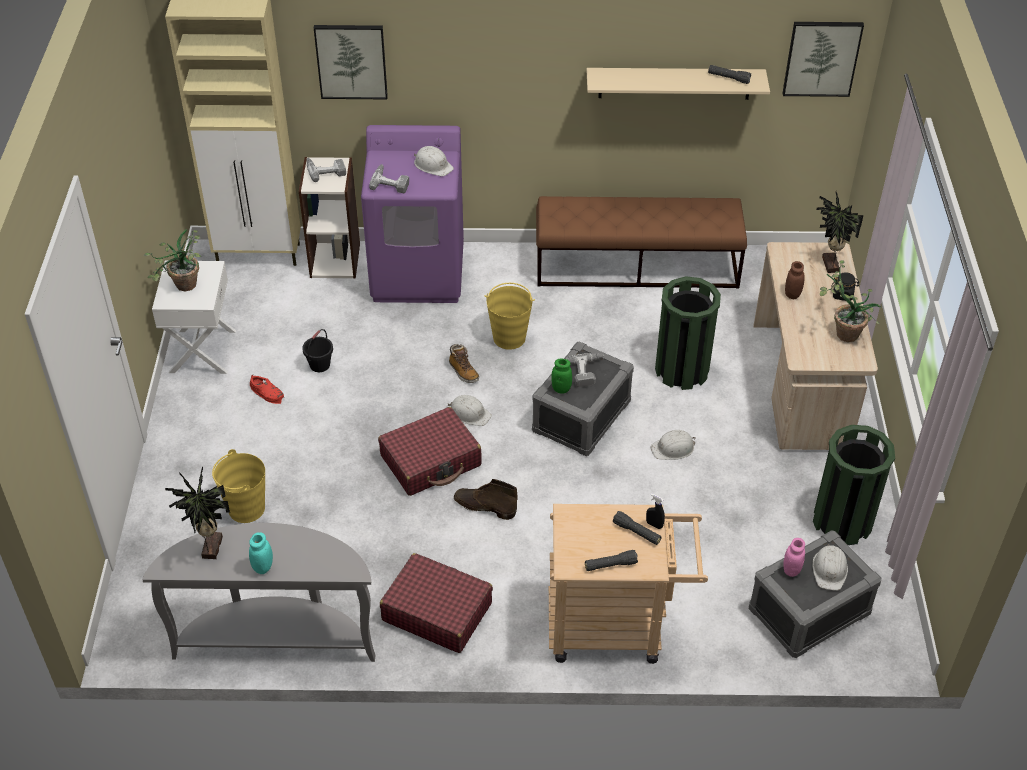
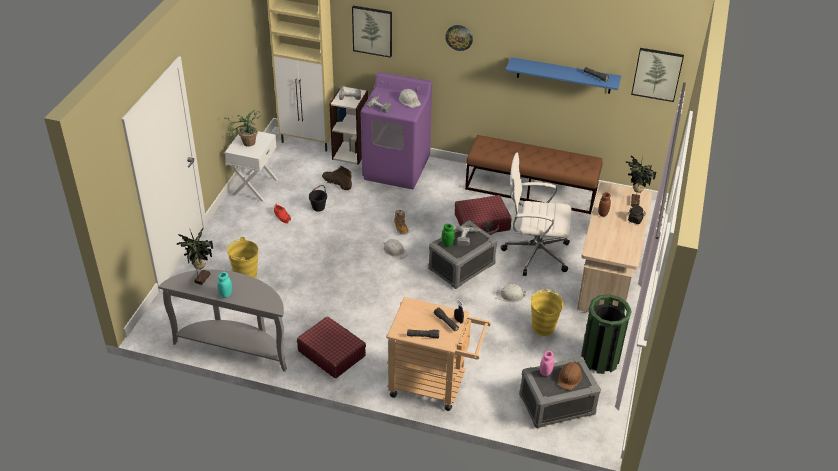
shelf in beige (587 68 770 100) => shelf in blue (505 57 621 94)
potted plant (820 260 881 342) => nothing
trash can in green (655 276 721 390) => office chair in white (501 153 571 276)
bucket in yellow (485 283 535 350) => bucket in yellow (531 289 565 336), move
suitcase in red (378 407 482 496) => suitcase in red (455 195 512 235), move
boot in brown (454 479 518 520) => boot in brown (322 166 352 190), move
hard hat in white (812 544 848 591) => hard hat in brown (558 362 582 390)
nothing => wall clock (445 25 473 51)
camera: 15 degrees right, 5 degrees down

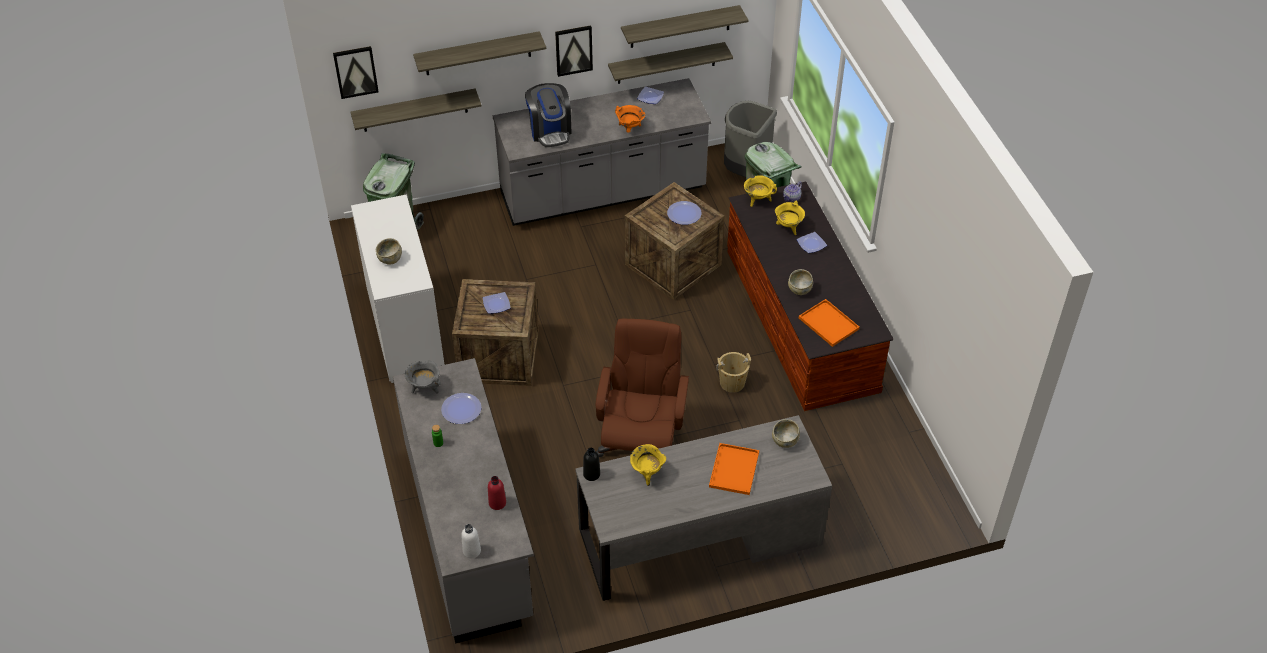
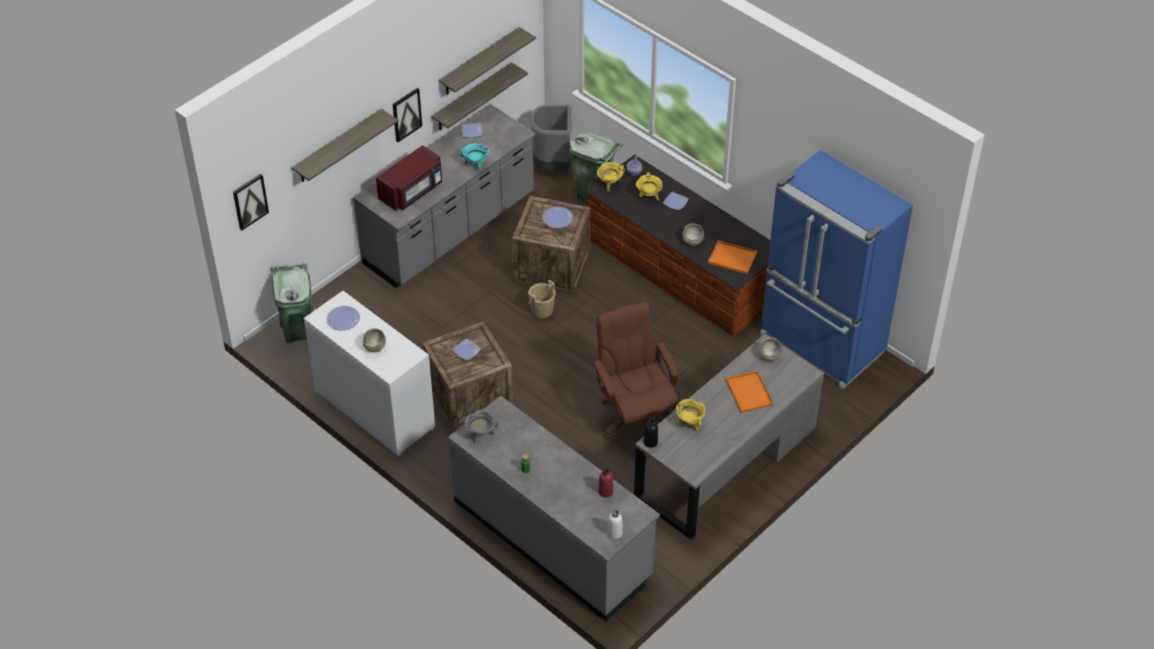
coffee machine (525 83 572 147) => microwave in red (376 145 442 211)
shelf (350 88 481 132) => nothing
cooking pot in orange (615 105 645 132) => cooking pot in turquoise (460 143 489 168)
bucket in beige (716 352 751 393) => bucket in beige (528 280 555 318), move
plate (441 393 482 424) => plate (326 306 360 331), move
nothing => fridge in blue (760 150 913 390)
camera: 30 degrees left, 0 degrees up

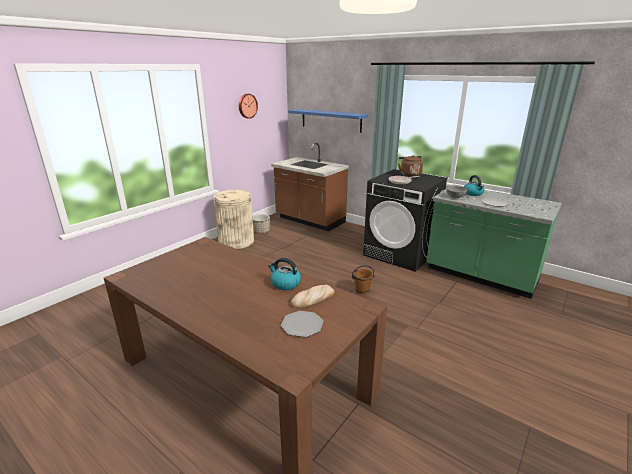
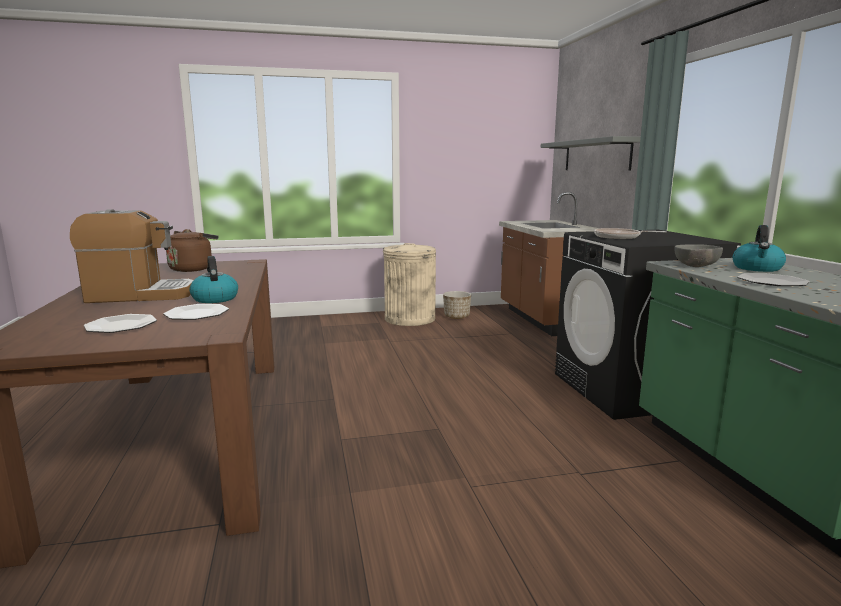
wall clock (239 94 258 119) => nothing
shelf in blue (288 109 368 133) => shelf in grey (540 136 641 171)
kettle in brown (398 155 423 177) => kettle in brown (166 229 218 272), move
bucket in brown (352 265 375 294) => nothing
bread (291 285 334 308) => plate (163 304 229 320)
nothing => coffee machine (70 209 194 303)
camera: 40 degrees right, 10 degrees down

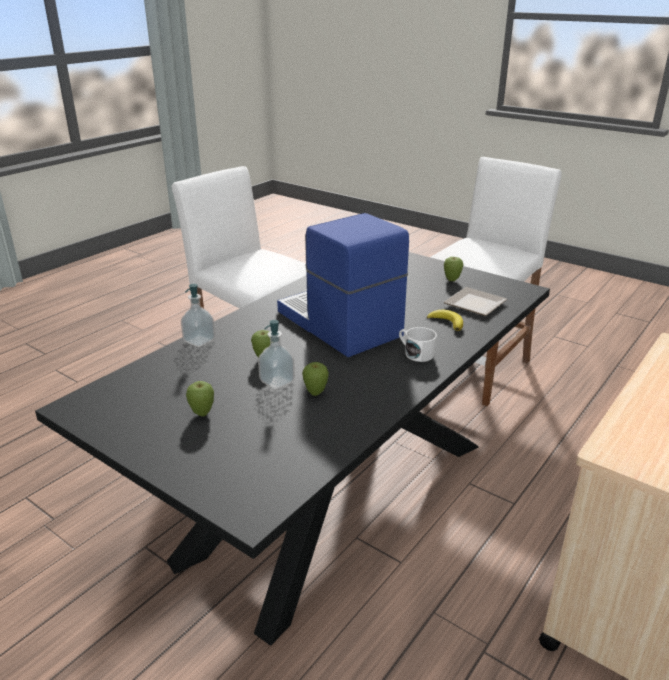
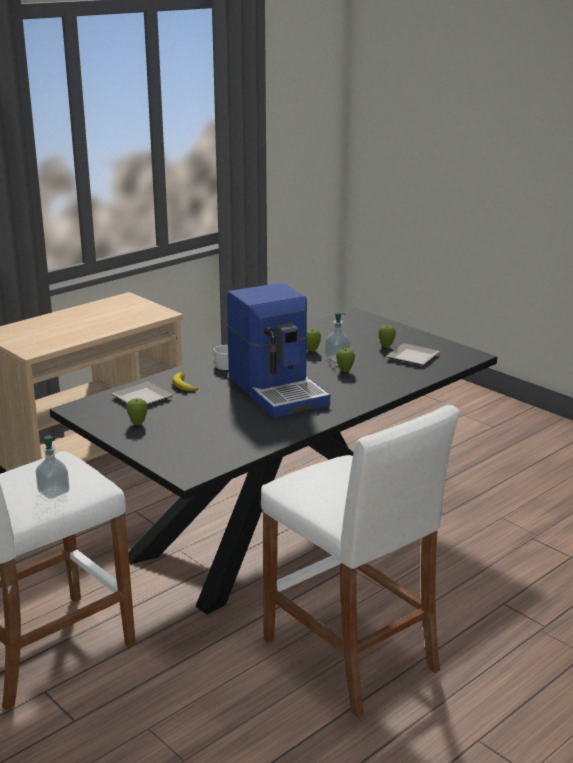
soap dispenser (181 284 215 347) => soap dispenser (36 436 69 499), move
nothing => plate (386 343 440 365)
camera: 170 degrees left, 5 degrees down

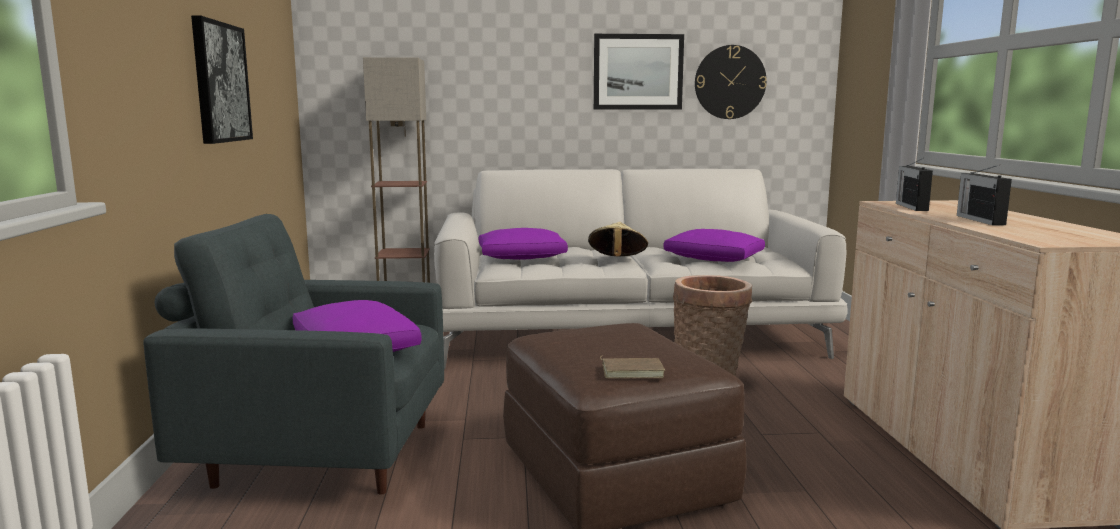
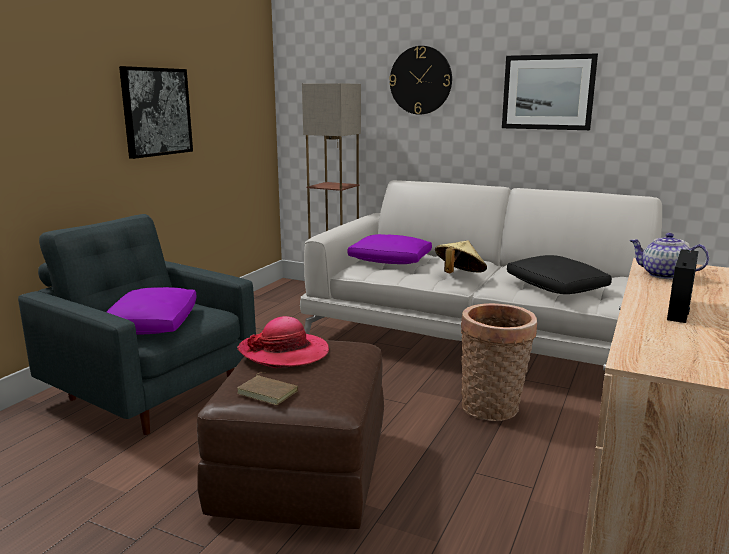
wall clock (695 45 767 119) => wall clock (389 46 452 115), move
radio (896 158 933 211) => teapot (629 233 709 279)
pillow in purple (663 229 765 262) => pillow in black (507 255 612 294)
nothing => hat (237 316 329 368)
camera: 30 degrees right, 5 degrees up

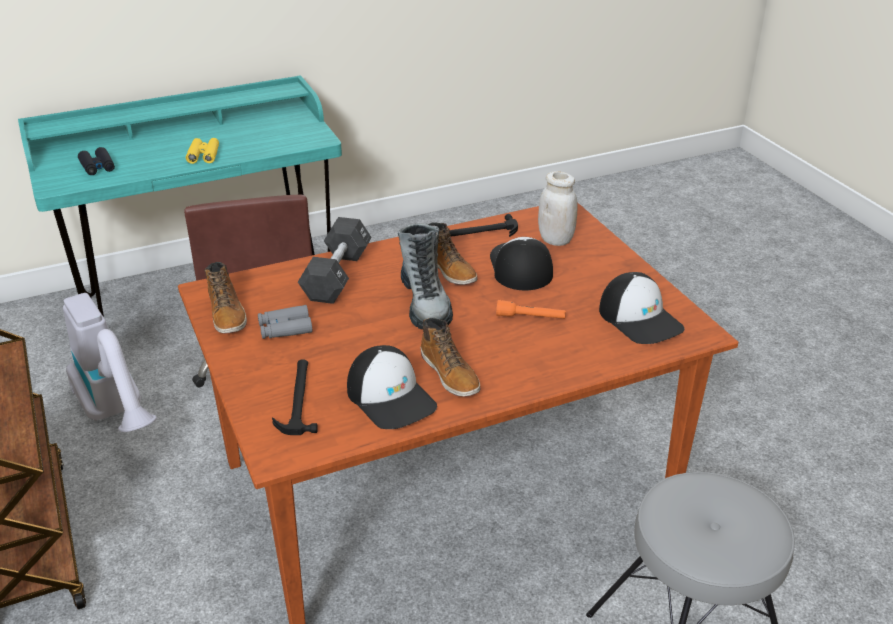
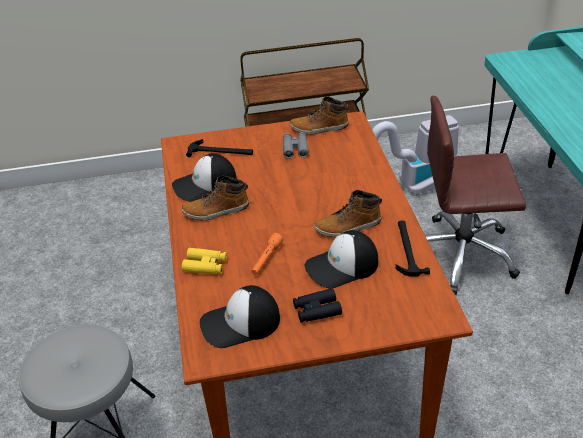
binoculars in yellow (186 138 219 164) => binoculars in yellow (182 248 227 274), move
binoculars in black (78 147 115 175) => binoculars in black (293 288 342 323), move
jar in white (538 171 577 246) => nothing
dumbbell in black (298 217 372 304) => nothing
boot (398 223 453 330) => nothing
cap (490 237 553 290) => cap (305 230 378 289), 150 degrees clockwise
camera: 105 degrees right, 5 degrees up

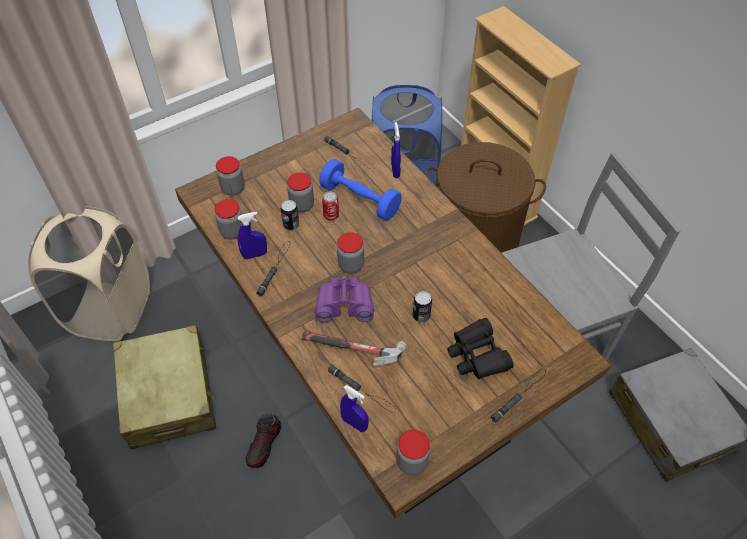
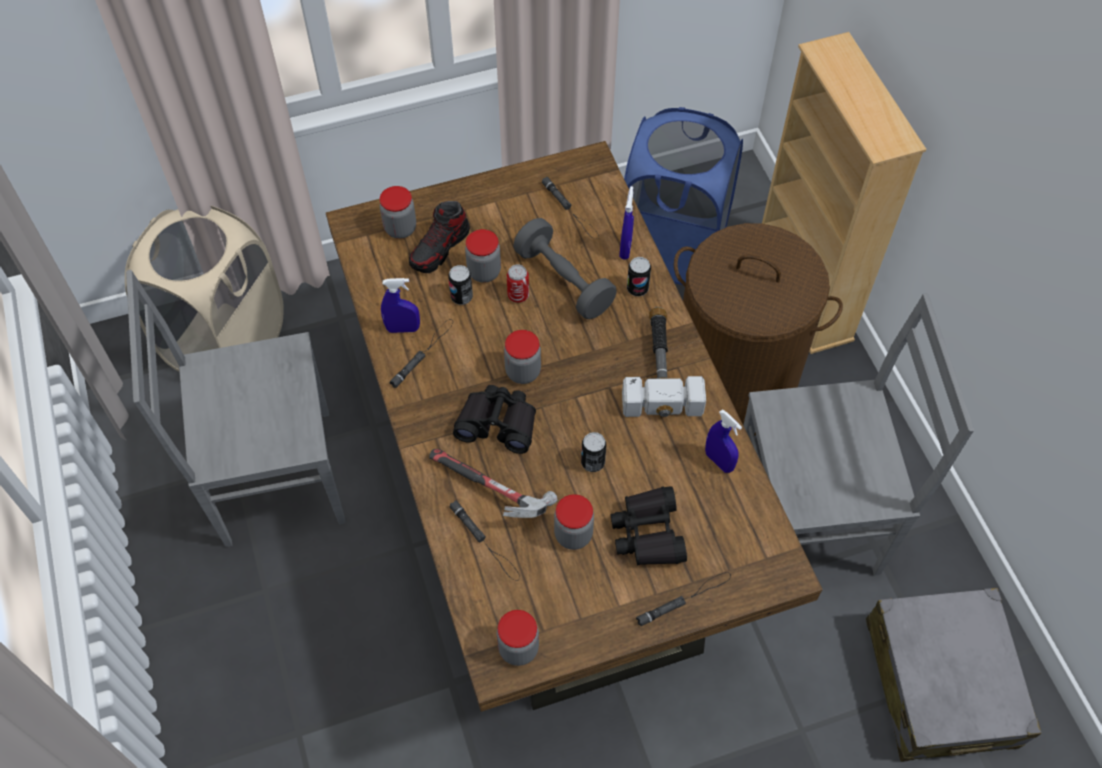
dumbbell in blue (319 159 402 221) => dumbbell in grey (513 218 617 319)
jar (214 199 242 240) => jar (554 494 594 550), move
binoculars in purple (314 276 374 323) => binoculars in black (453 385 536 454)
suitcase in beige (113 325 216 450) => chair in grey (126 270 346 547)
spray bottle in blue (340 385 369 432) => spray bottle in blue (705 409 742 473), move
shoe (246 413 281 468) => shoe (409 201 470 273), move
nothing => can (627 257 651 296)
nothing => hammer (622 307 706 417)
camera: 15 degrees right, 5 degrees up

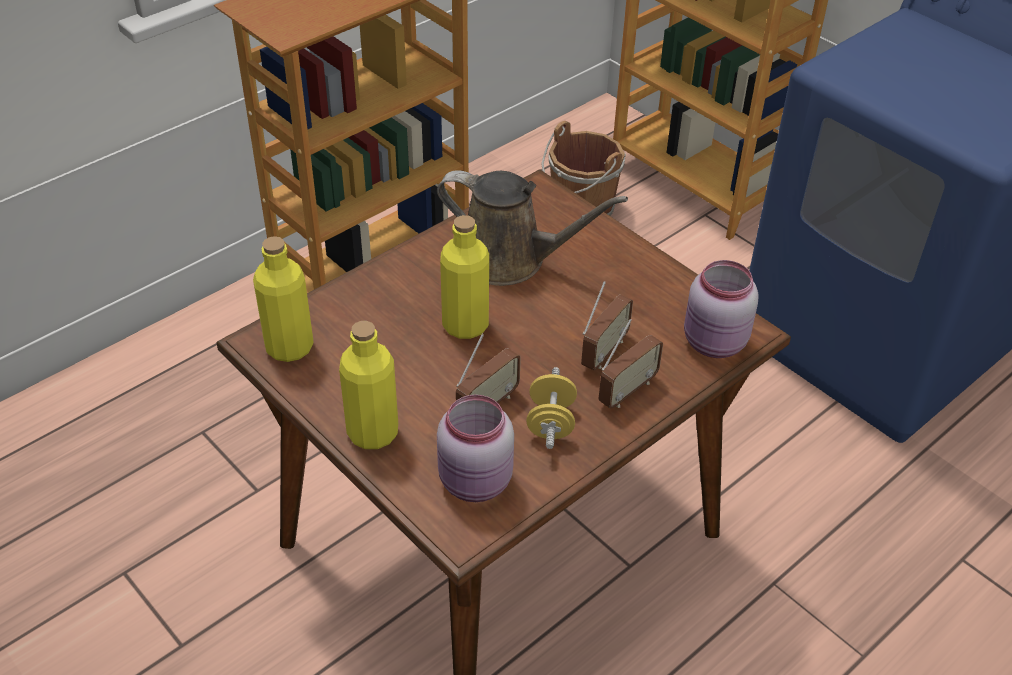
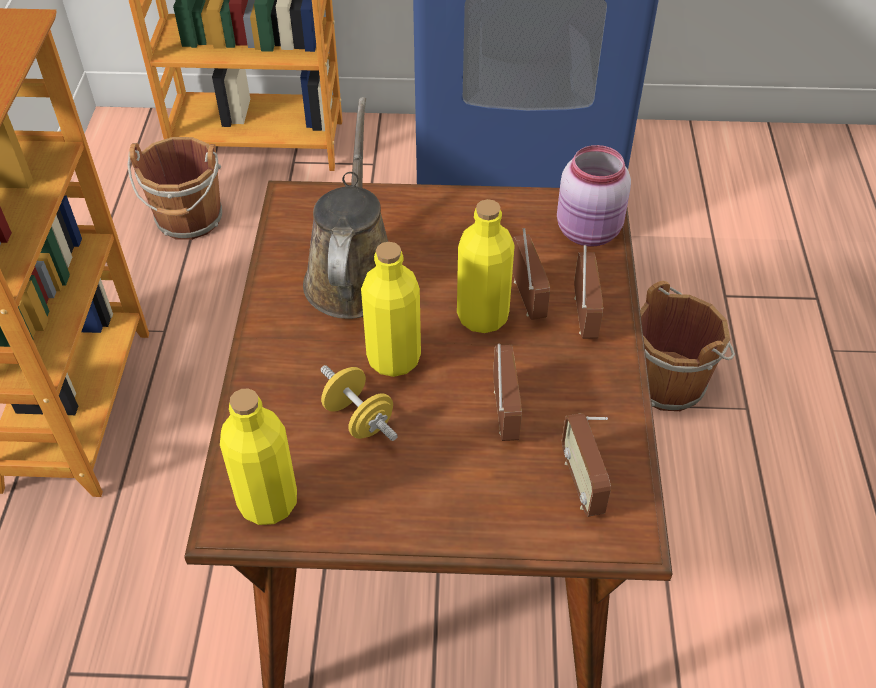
watering can in brown (437 170 628 286) => watering can in brown (303 97 388 319), 60 degrees counterclockwise
bottle in yellow (339 321 398 449) => bottle in yellow (457 199 515 333), move
dumbbell in yellow (526 367 577 449) => dumbbell in yellow (321 365 398 441), move
jar in pink (437 395 514 502) => radio (562 413 611 517)
nothing => bucket in brown (640 281 735 411)
camera: 45 degrees left, 5 degrees up

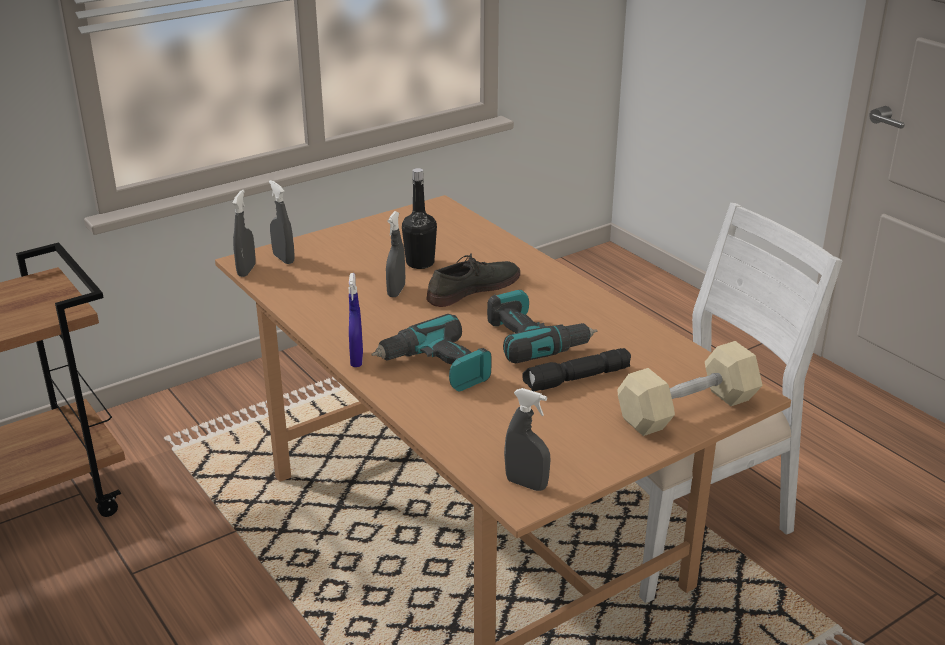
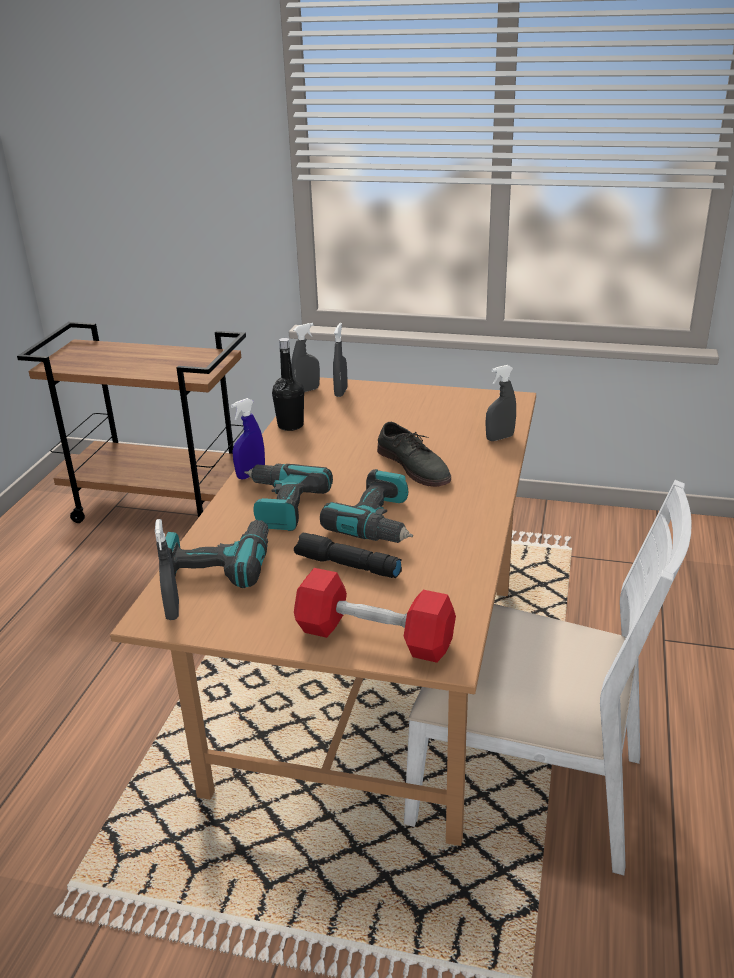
bottle in black (402 168 437 269) => bottle in black (272 338 304 431), move
spray bottle in grey (386 211 405 297) => spray bottle in grey (485 365 516 441), move
shoe in grey (427 253 520 307) => shoe in grey (377 422 451 487), 45 degrees clockwise
dumbbell in beige (617 341 763 436) => dumbbell in red (294 568 456 663)
nothing => power drill (166 520 269 588)
camera: 50 degrees right, 0 degrees up

